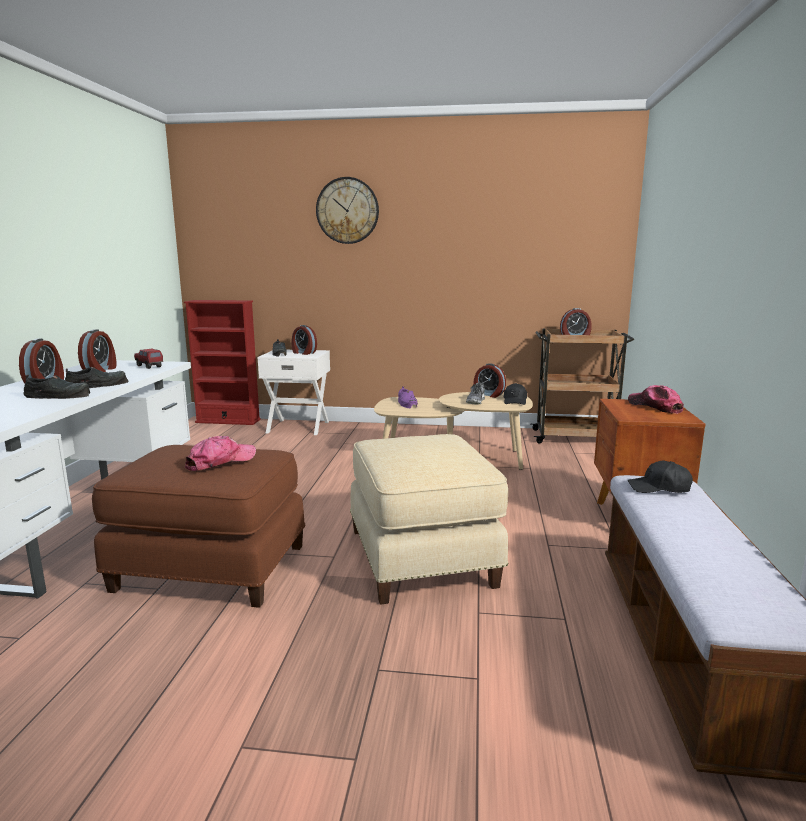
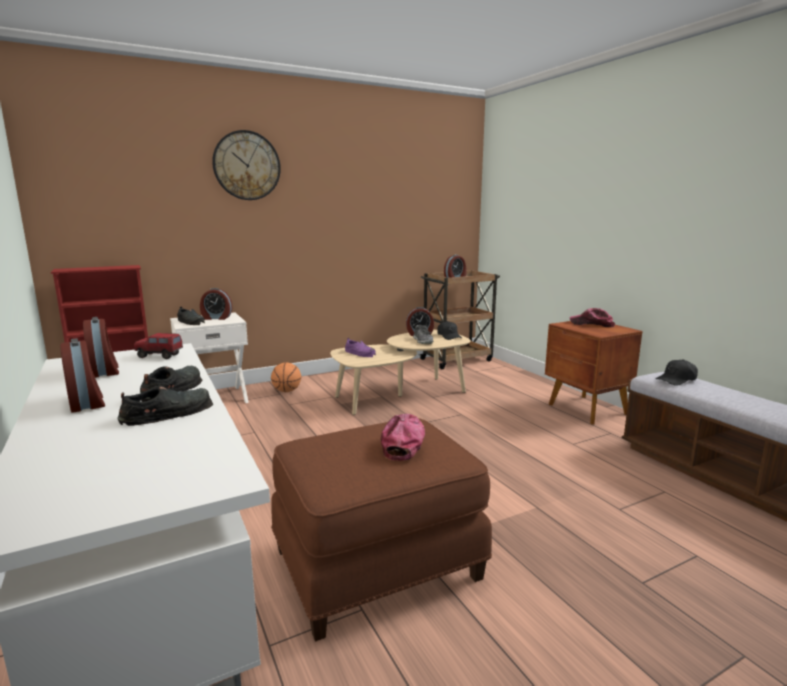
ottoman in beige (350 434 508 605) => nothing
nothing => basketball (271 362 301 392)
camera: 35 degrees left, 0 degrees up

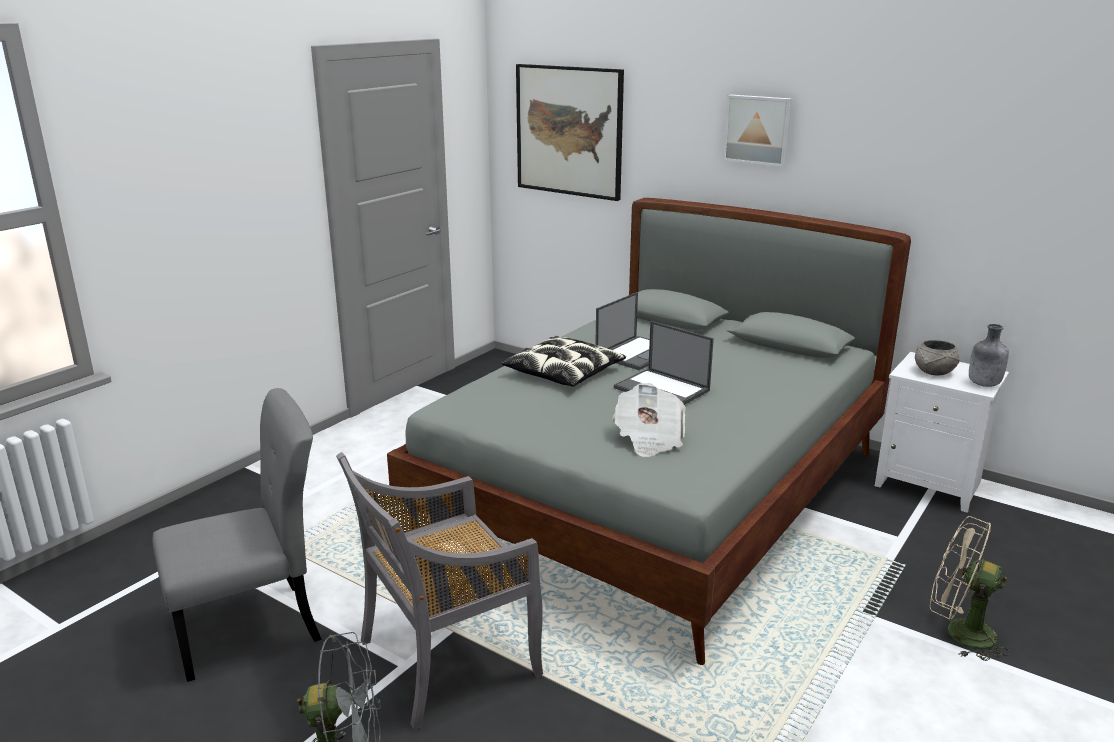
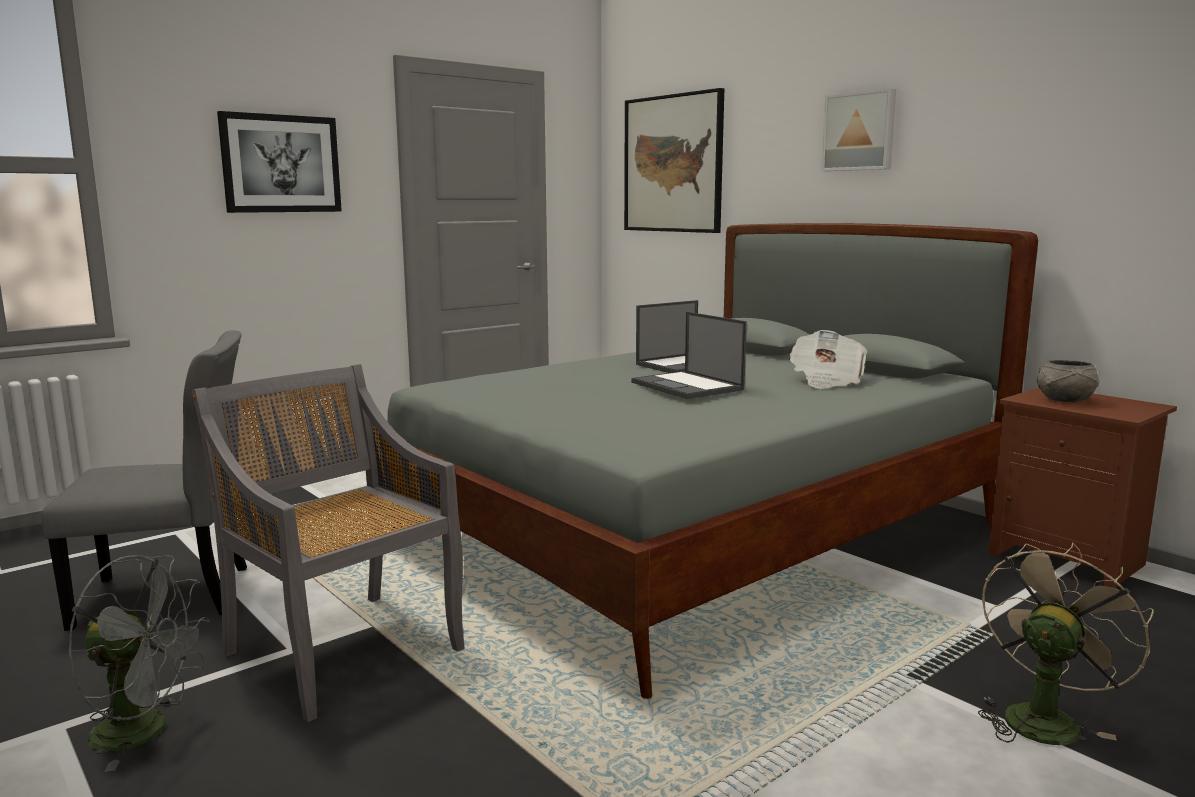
bottle in grey (969 324 1009 387) => nothing
pillow (502 336 626 387) => nothing
nightstand in white (875 352 1009 513) => nightstand in brown (988 388 1177 588)
newspaper (613 383 686 457) => newspaper (789 330 867 389), move
chair in grey (336 452 543 730) => chair in grey (192 364 465 722), 60 degrees clockwise
fan in beige (929 516 1011 661) => fan in beige (978 542 1154 745), 90 degrees clockwise
nothing => picture (217 111 342 213)
camera: 15 degrees right, 10 degrees down

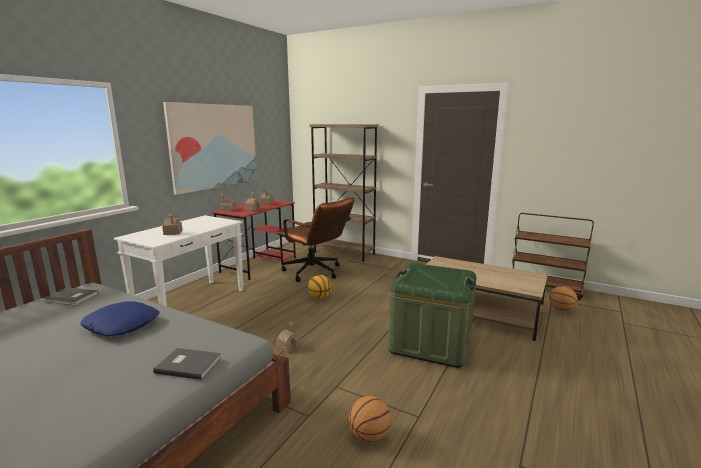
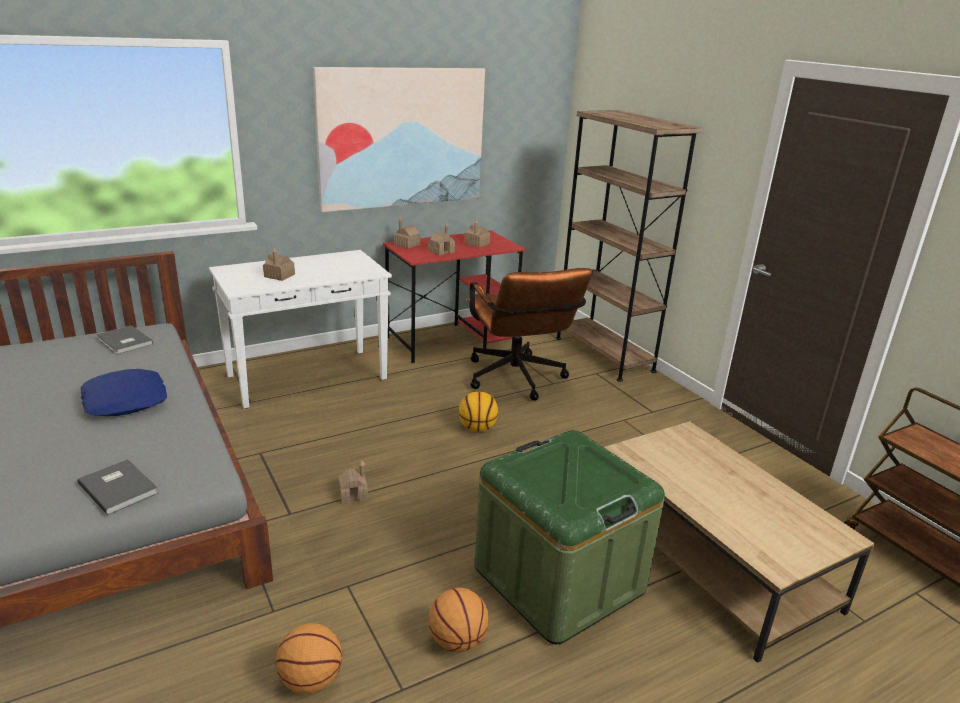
basketball (549 286 578 311) => basketball (428 588 489 653), move
camera: 30 degrees right, 10 degrees up

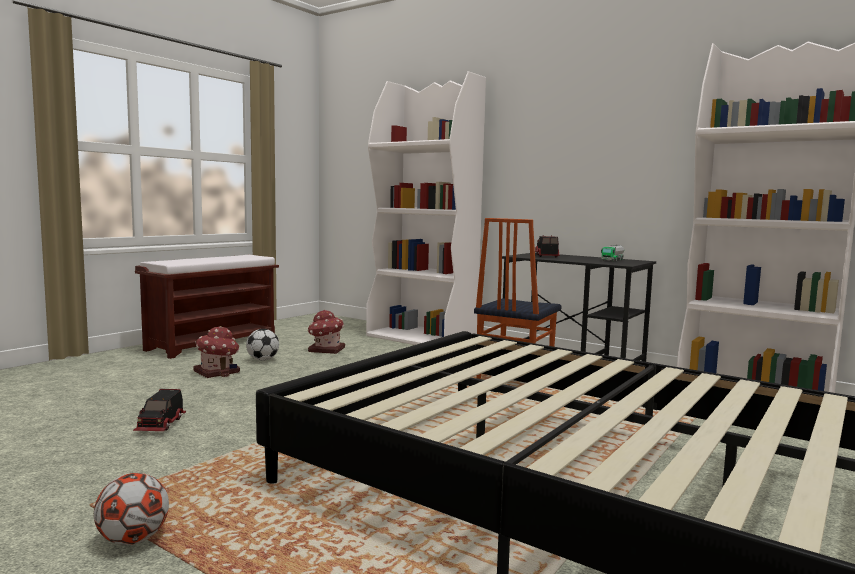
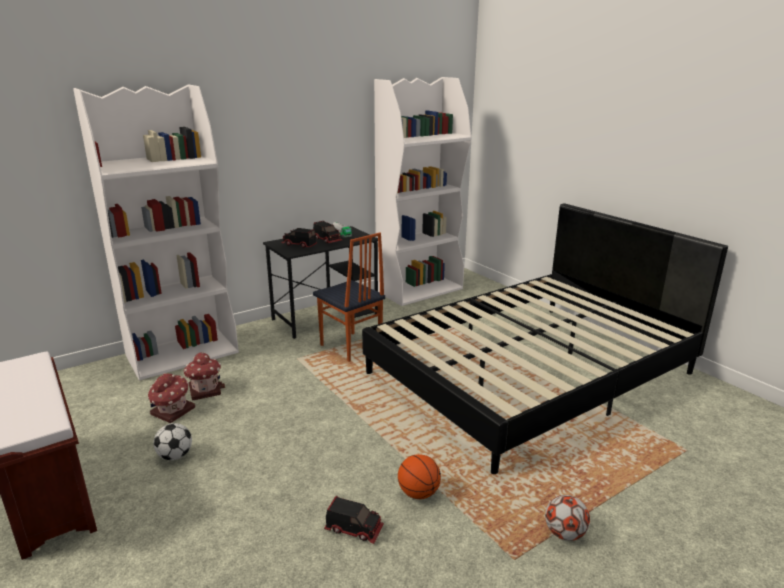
toy house (193 326 240 378) => toy house (184 352 225 400), move
nothing => toy truck (313 221 342 243)
nothing => basketball (398 454 441 499)
camera: 70 degrees left, 15 degrees up

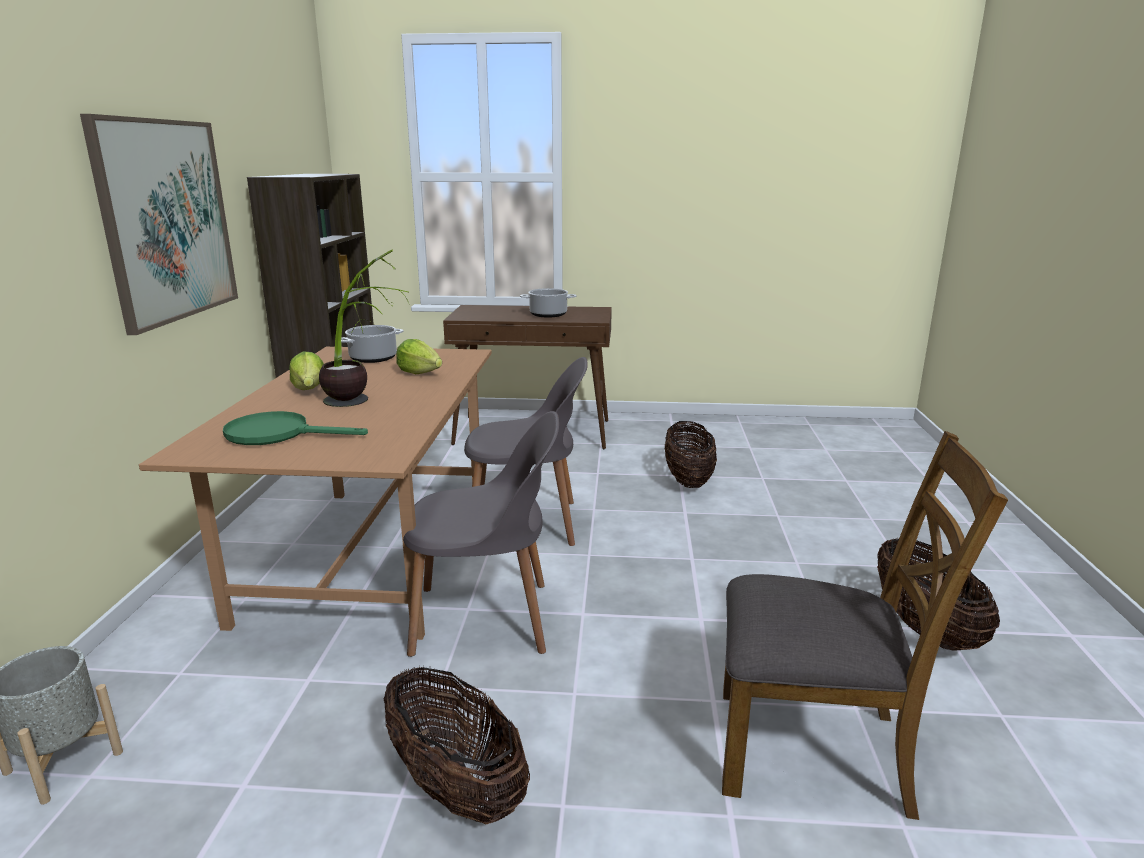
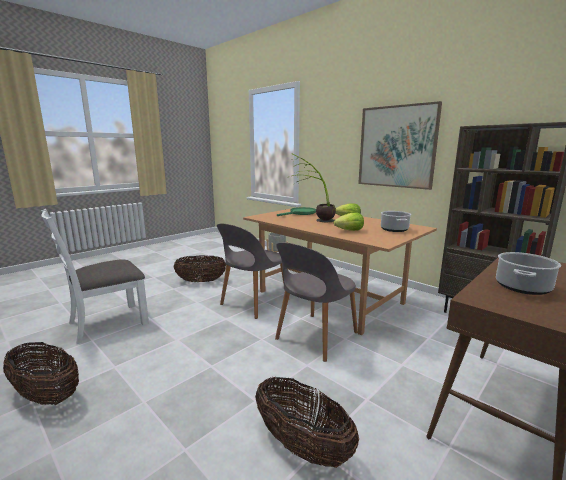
chair in brown (722 431 1008 820) => chair in white (41 209 149 344)
camera: 130 degrees right, 5 degrees down

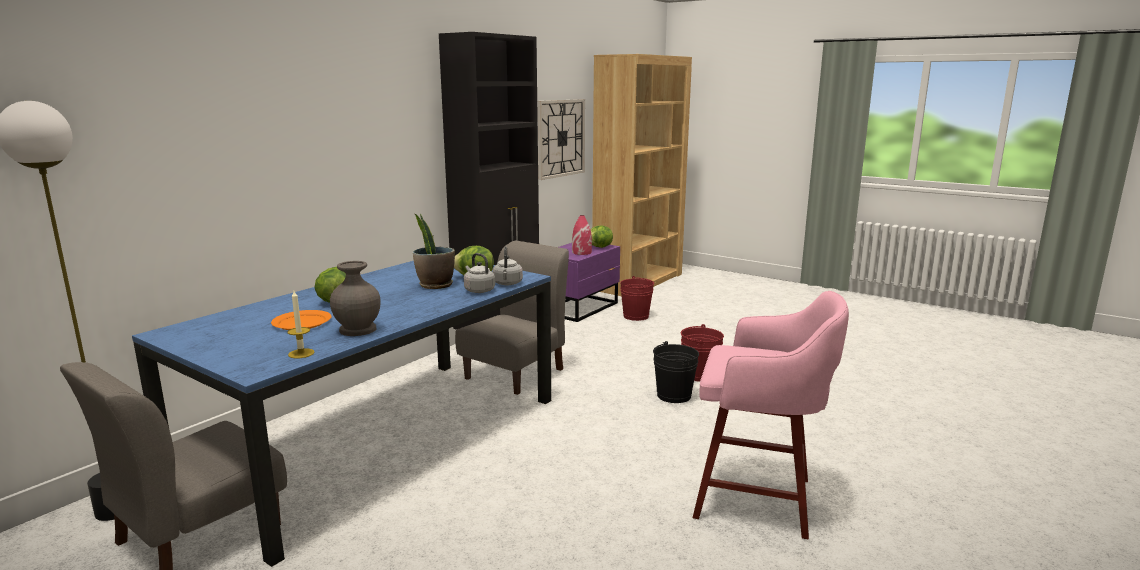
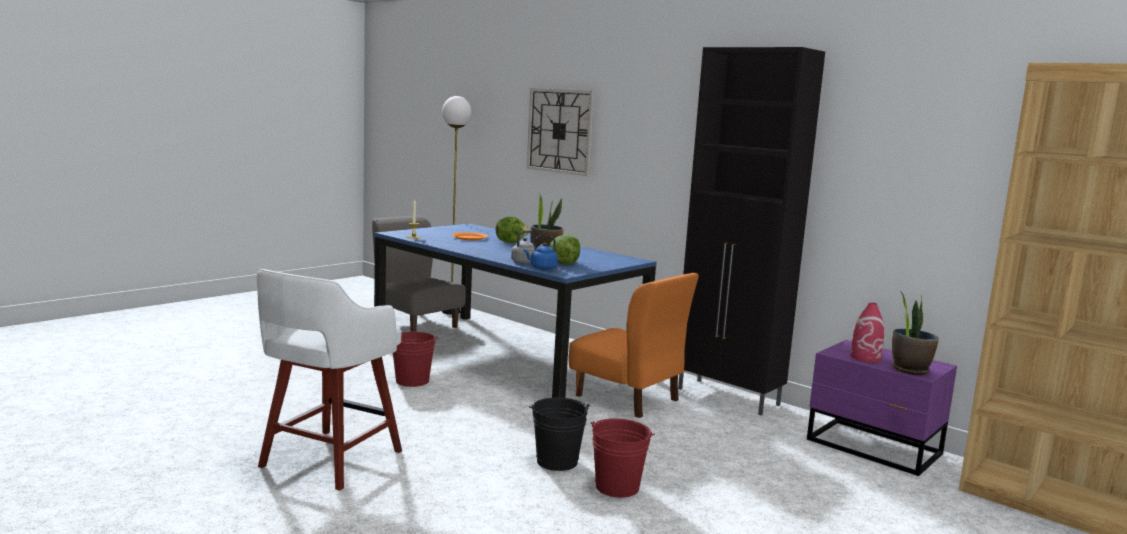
wall clock (538 99 585 180) => wall clock (527 88 594 176), move
lettuce (591 225 613 248) => potted plant (892 291 939 375)
chair in grey (455 240 569 395) => chair in orange (569 273 699 418)
kettle in grey (492 247 523 285) => kettle in blue (524 235 558 270)
vase in grey (330 261 381 336) => nothing
bucket in red (620 276 654 321) => bucket in red (393 332 438 387), move
stool in pink (693 291 849 539) => stool in white (257 269 402 491)
camera: 95 degrees right, 5 degrees down

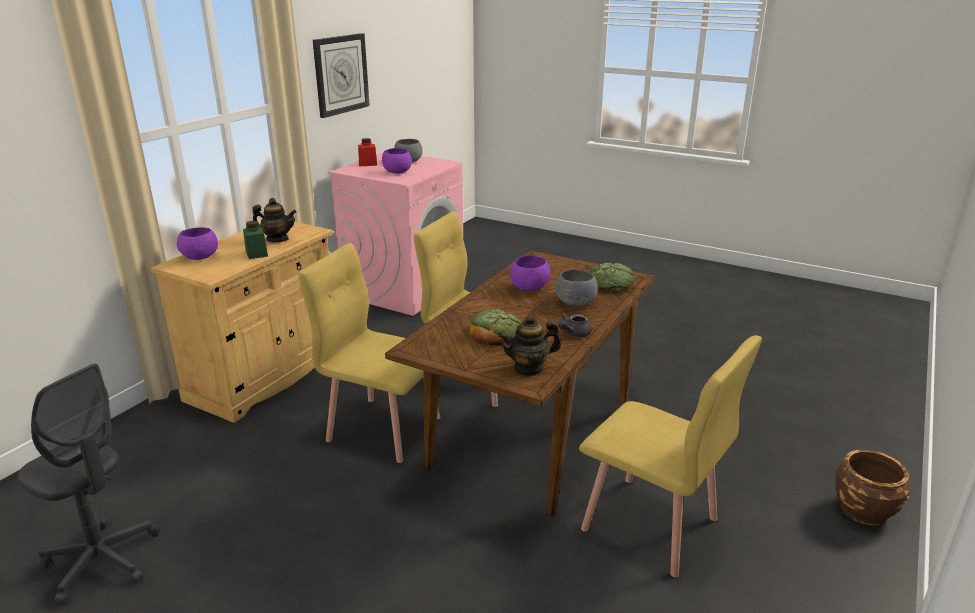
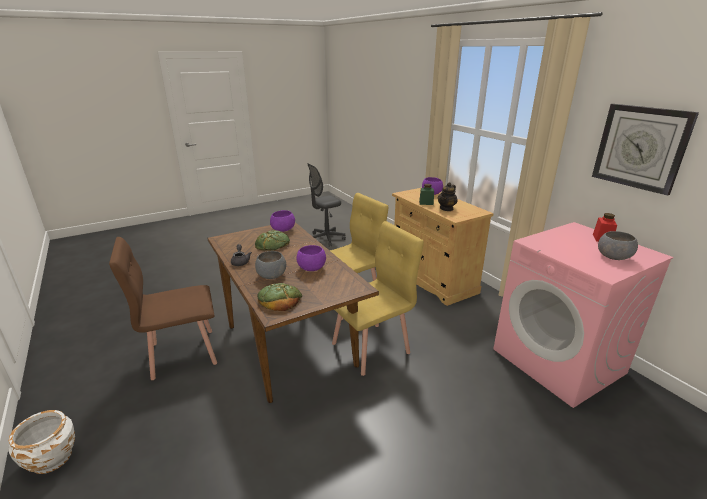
bowl in purple (382 148 412 174) => bowl in purple (270 210 295 232), move
teapot (498 315 561 376) => nothing
chair in yellow (579 335 762 577) => chair in brown (109 237 217 380)
planter in brown (835 450 910 525) => planter in white (8 410 75 474)
camera: 120 degrees right, 0 degrees up

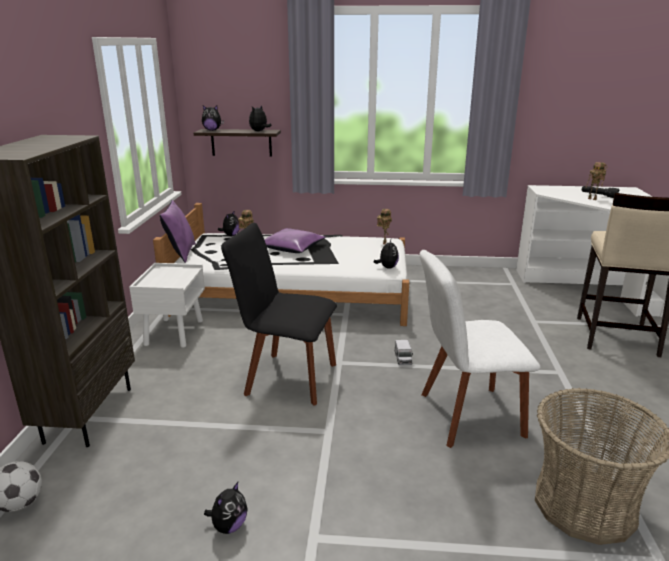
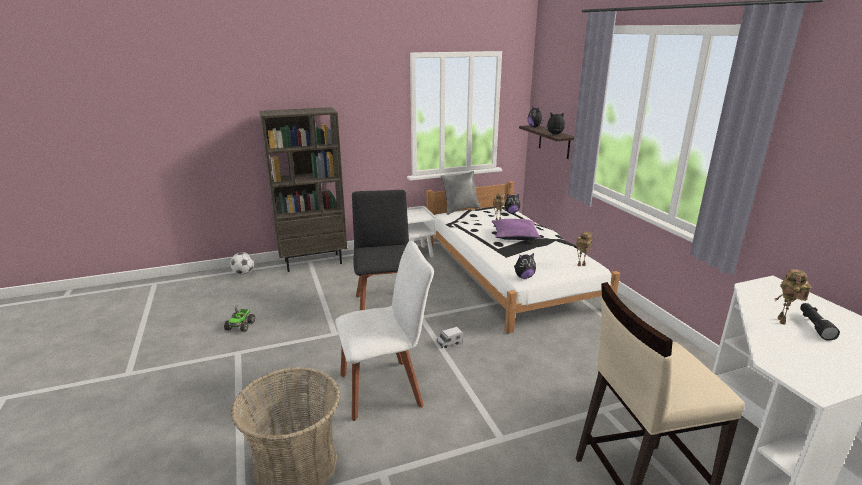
pillow in purple (160 200 196 263) => pillow in grey (441 171 481 215)
chair in white (419 250 541 448) => chair in white (335 241 434 421), 105 degrees clockwise
plush toy (204 482 248 534) => toy truck (224 305 255 332)
camera: 65 degrees right, 0 degrees up

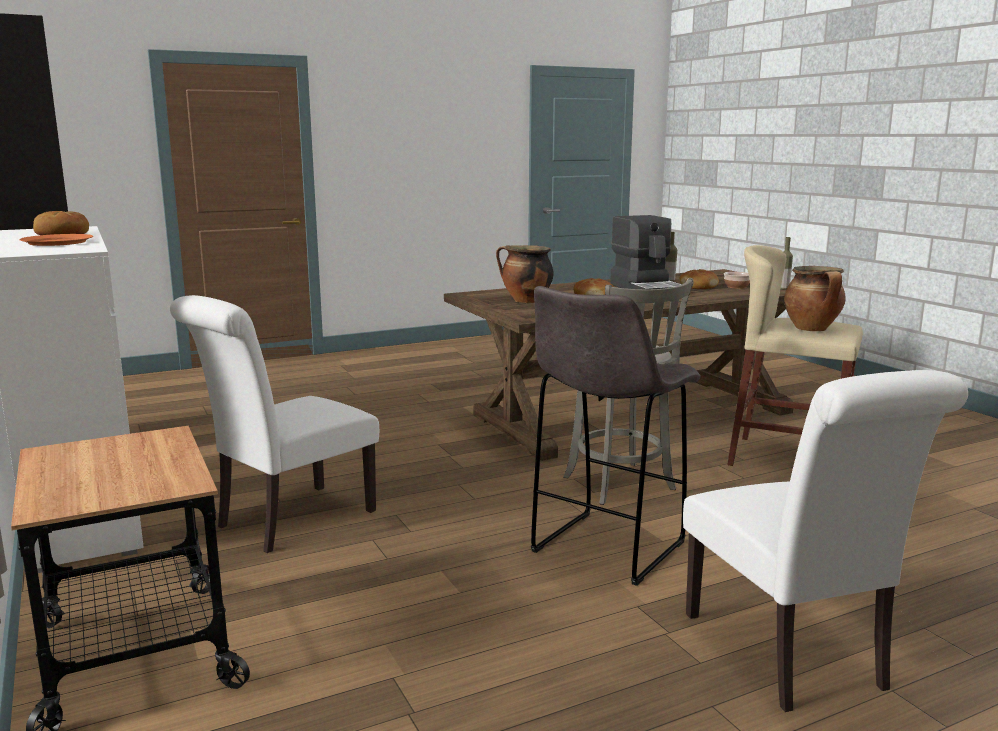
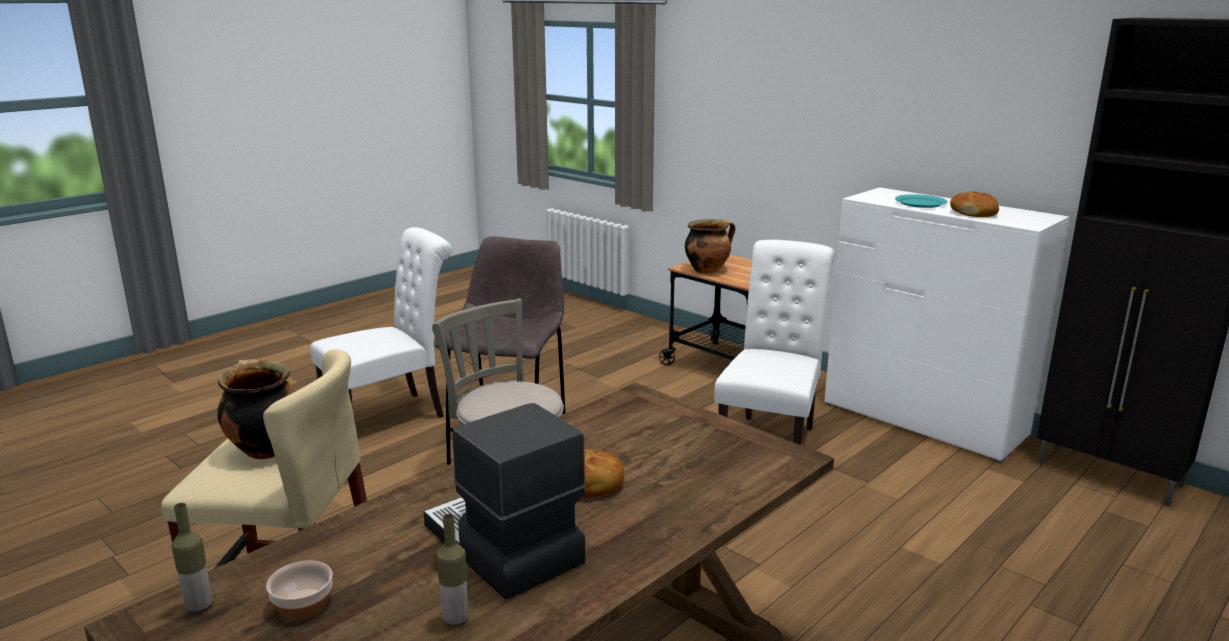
plate in orange (19 234 93 246) => plate in turquoise (895 194 948 208)
cooking pot (496 245 554 303) => cooking pot (685 219 735 274), move
bread (680 269 719 289) => nothing
chair in white (683 370 968 712) => chair in white (310 227 452 418), 90 degrees clockwise
camera: 160 degrees right, 5 degrees up

